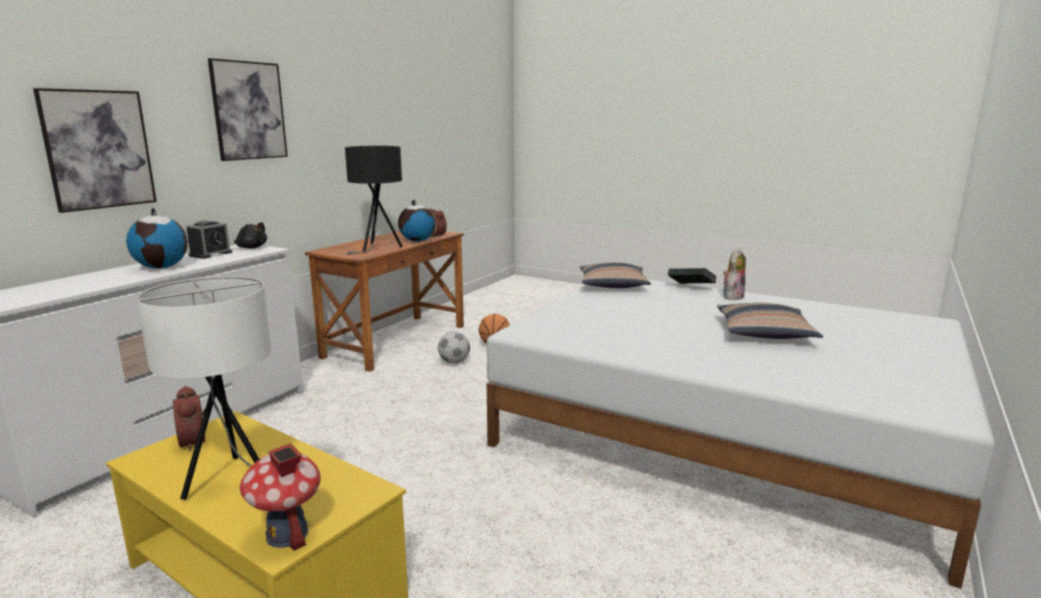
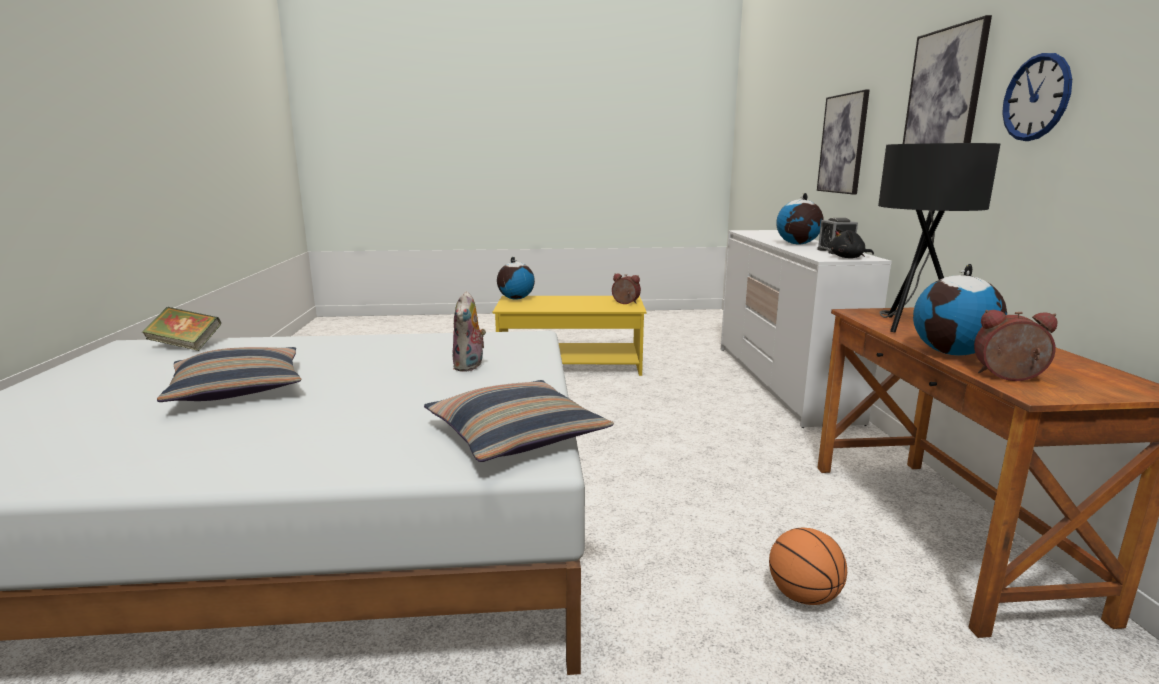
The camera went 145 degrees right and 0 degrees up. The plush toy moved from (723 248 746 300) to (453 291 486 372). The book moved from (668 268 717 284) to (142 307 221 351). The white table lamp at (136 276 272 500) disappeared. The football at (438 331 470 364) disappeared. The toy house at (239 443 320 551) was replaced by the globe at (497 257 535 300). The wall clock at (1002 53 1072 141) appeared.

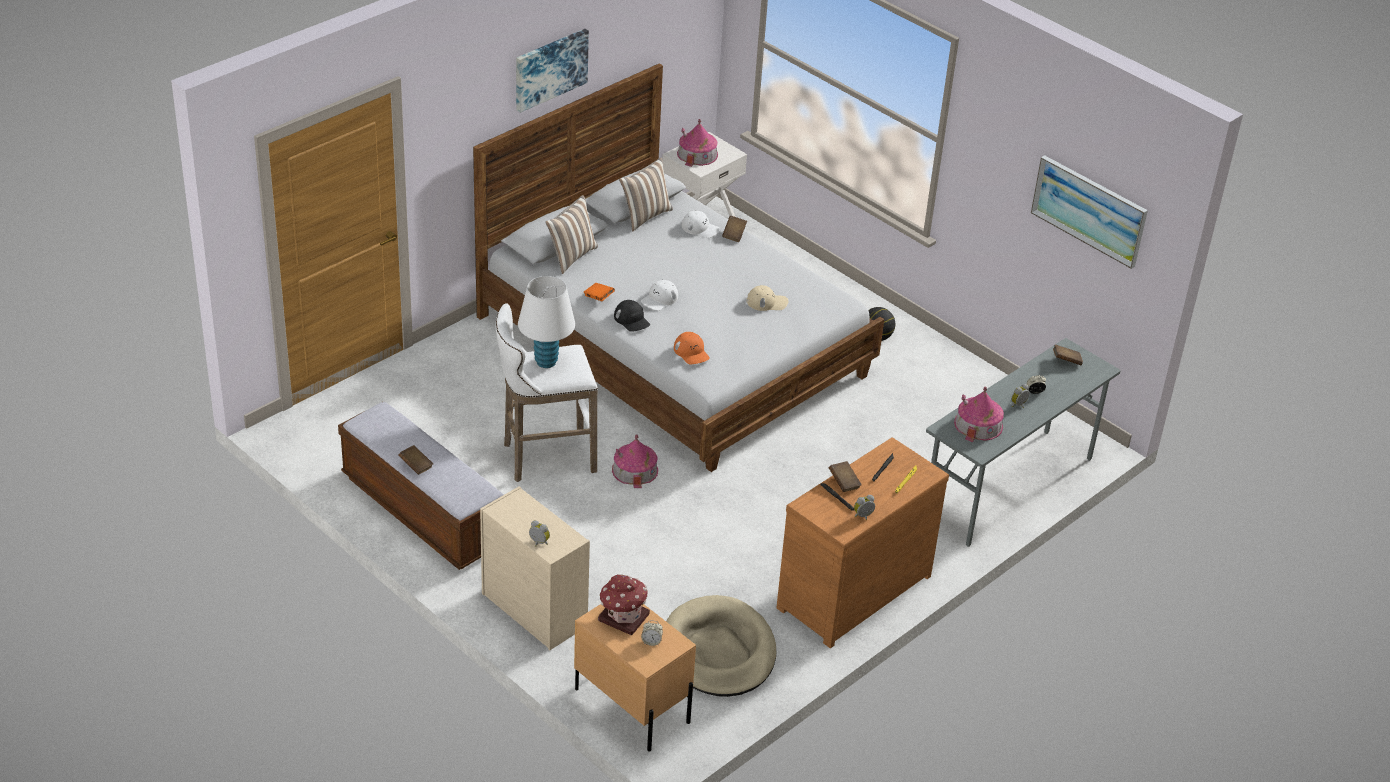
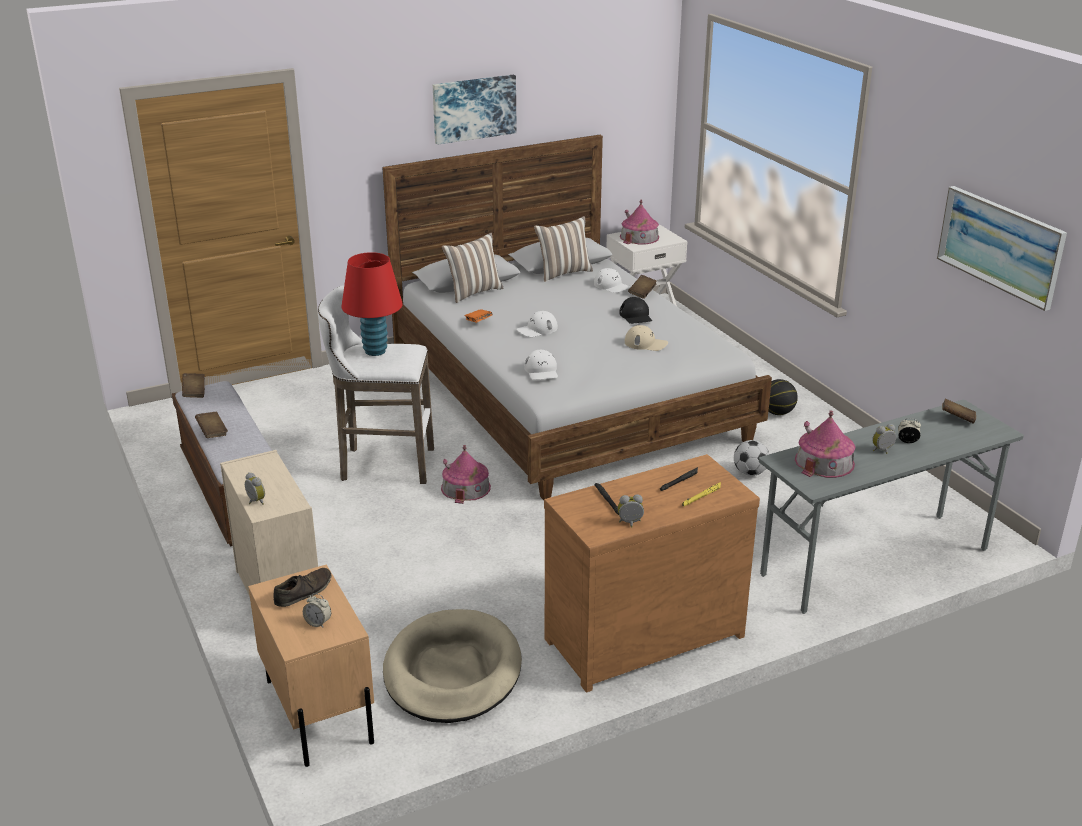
The camera went 20 degrees right and 10 degrees down. The white table lamp at (518 276 575 368) became the red table lamp at (341 252 403 356). The black cap moved from (614 300 650 332) to (619 297 652 324). The orange cap at (674 332 710 364) became the white cap at (524 350 558 380). The brown book moved from (829 461 862 492) to (182 373 205 398). The toy house at (598 574 650 635) was replaced by the brown shoe at (273 568 331 607). The football at (734 440 769 476) appeared.

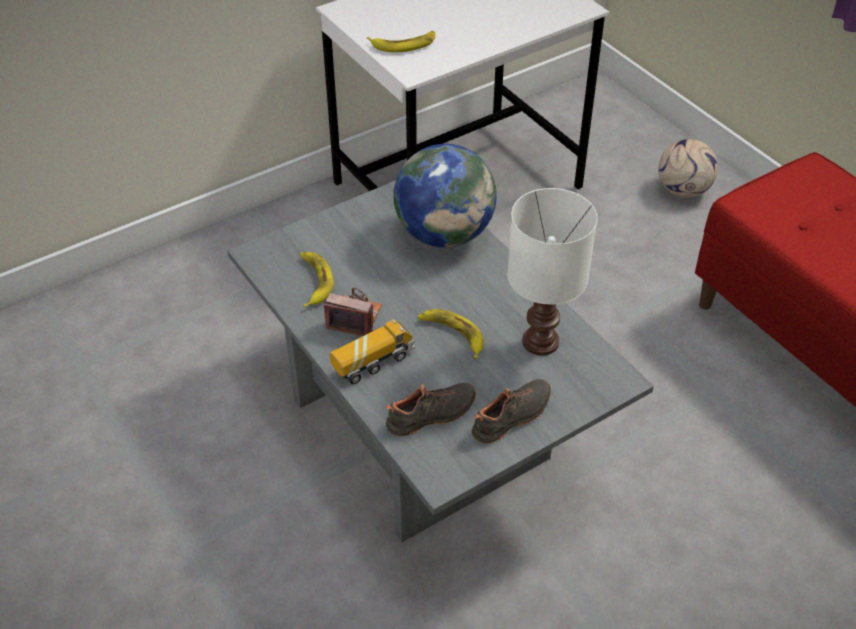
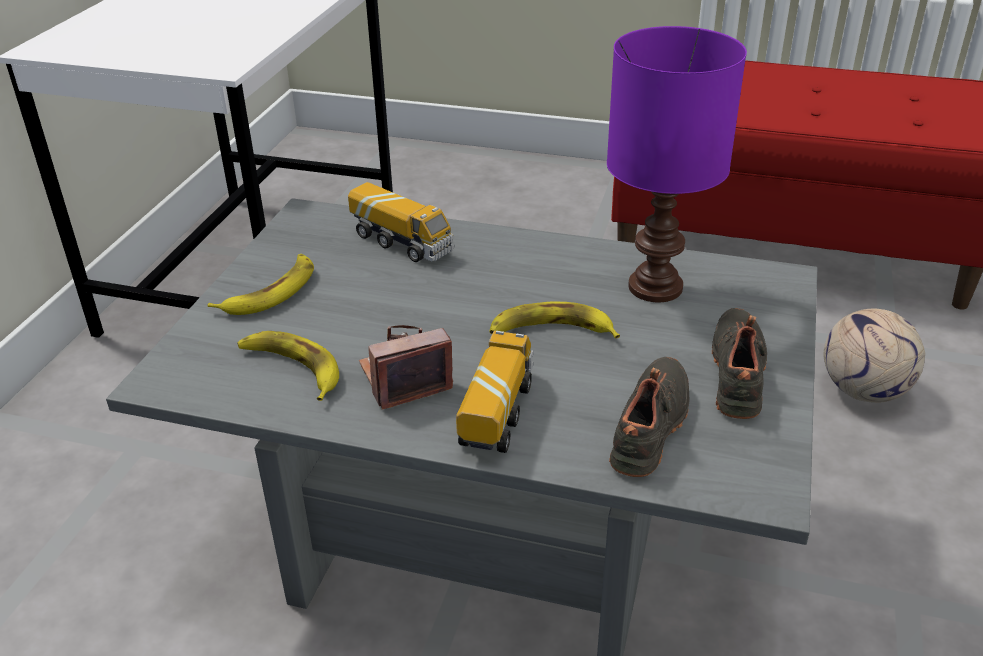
The camera went 40 degrees left and 10 degrees down. The banana moved from (367 31 435 52) to (208 254 314 315). The football moved from (658 139 718 198) to (823 309 925 403). The globe at (393 144 497 248) was replaced by the toy truck at (348 182 455 262). The white table lamp at (507 188 597 356) became the purple table lamp at (607 26 747 302).

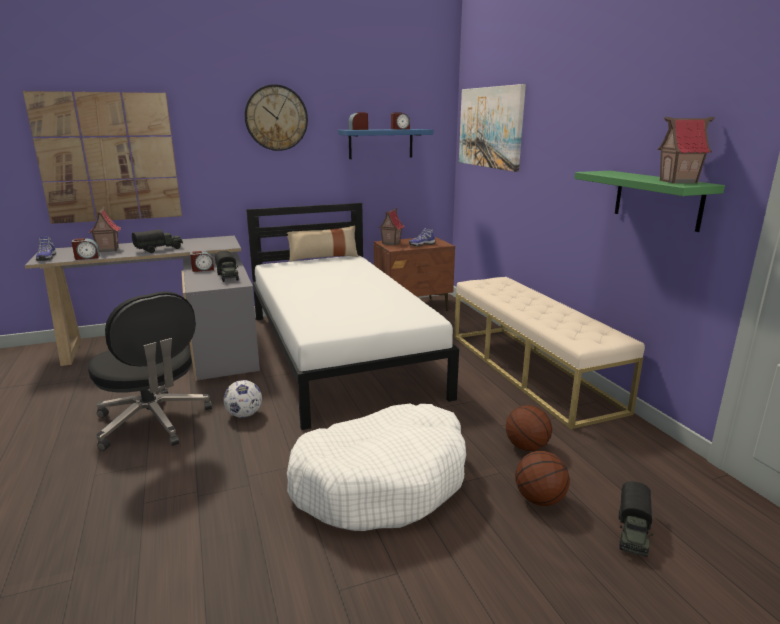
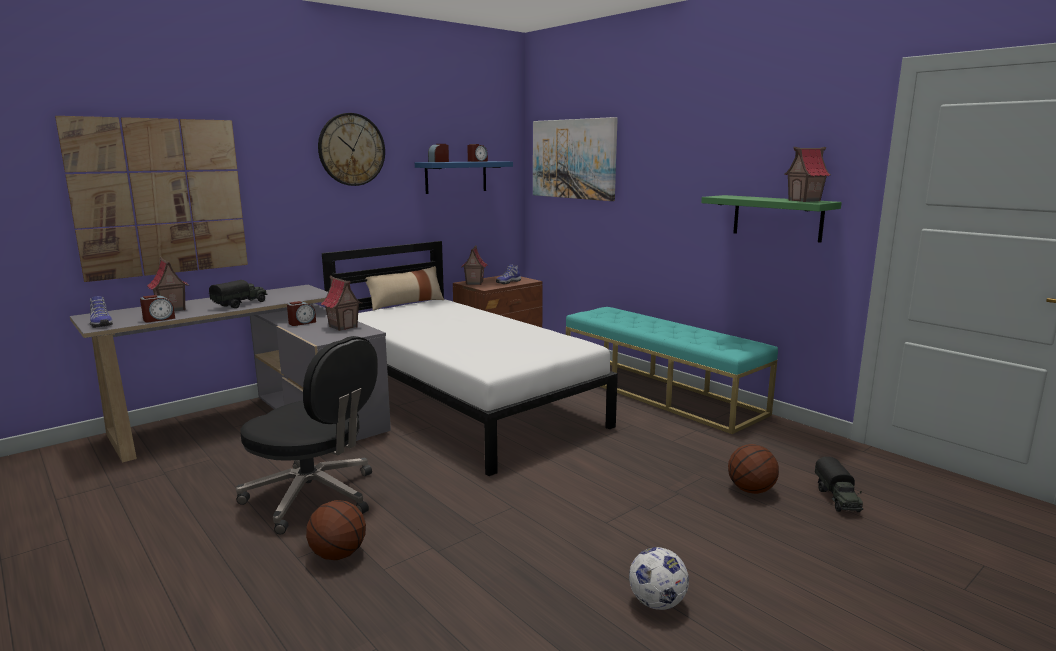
The camera went 20 degrees left and 5 degrees down. The toy truck at (215 251 239 282) was replaced by the toy house at (321 276 362 331). The beige bench at (454 277 645 429) became the turquoise bench at (566 307 778 434). The football moved from (224 380 262 418) to (629 547 689 610). The white dog bed at (287 404 466 531) disappeared. The basketball moved from (506 405 553 451) to (306 500 366 560).

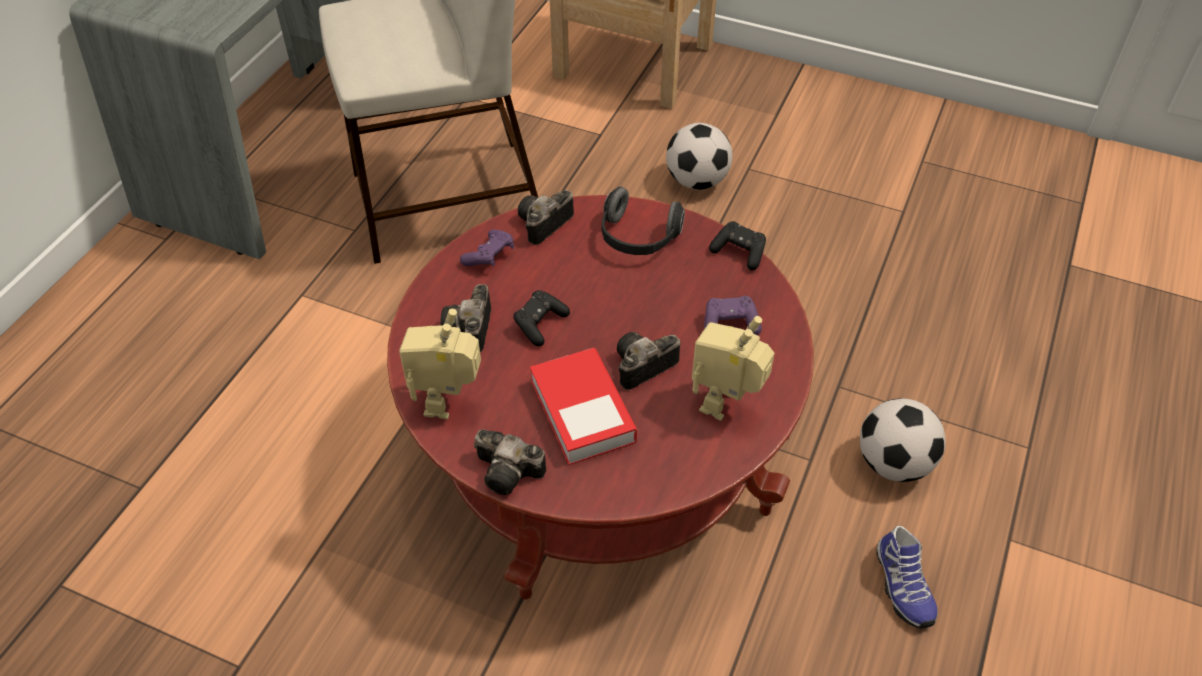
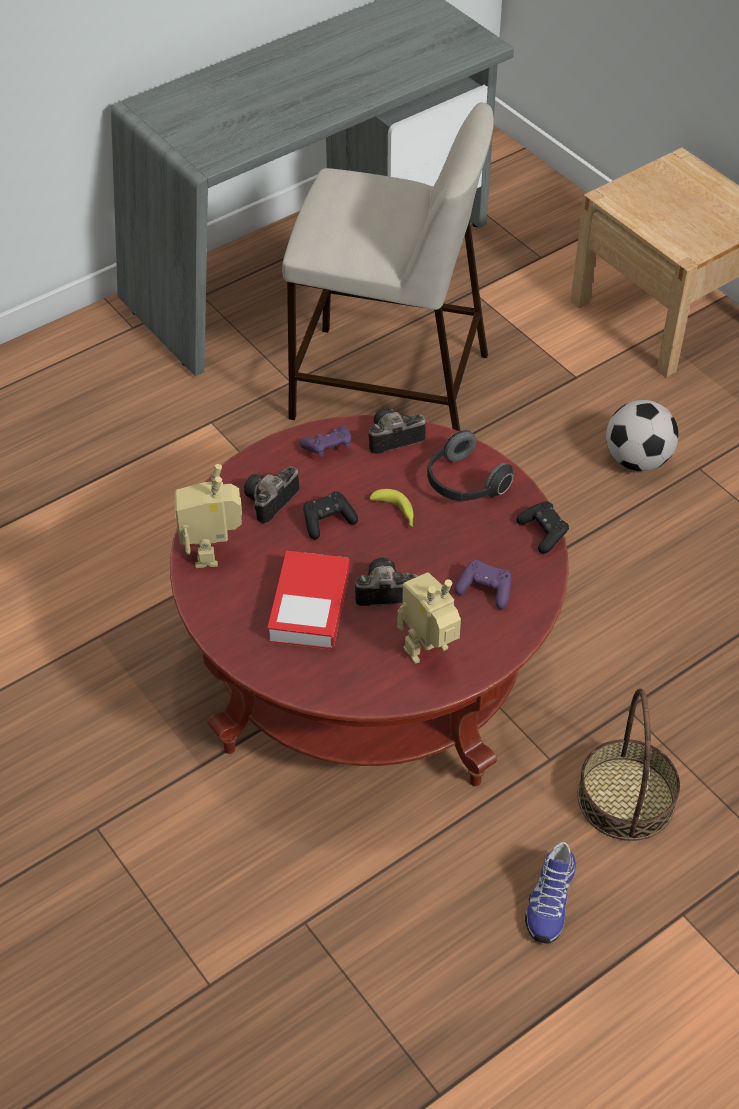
The camera went 30 degrees right and 0 degrees up. The toy robot at (399 309 481 419) turned 45 degrees counterclockwise. The football at (860 398 945 482) was replaced by the basket at (578 689 680 841). The photo camera at (474 429 546 495) disappeared. The banana at (370 489 413 527) appeared.

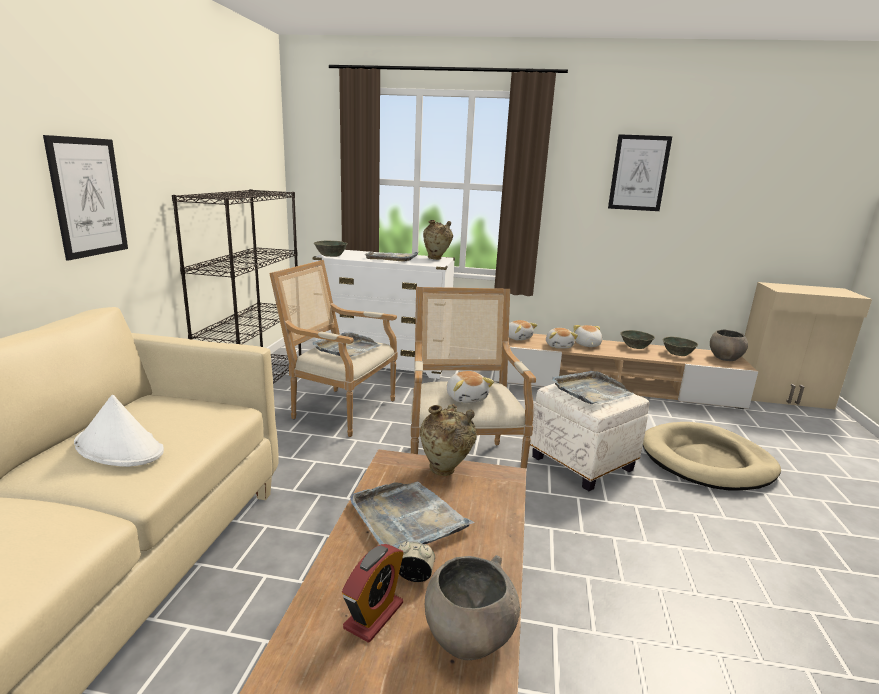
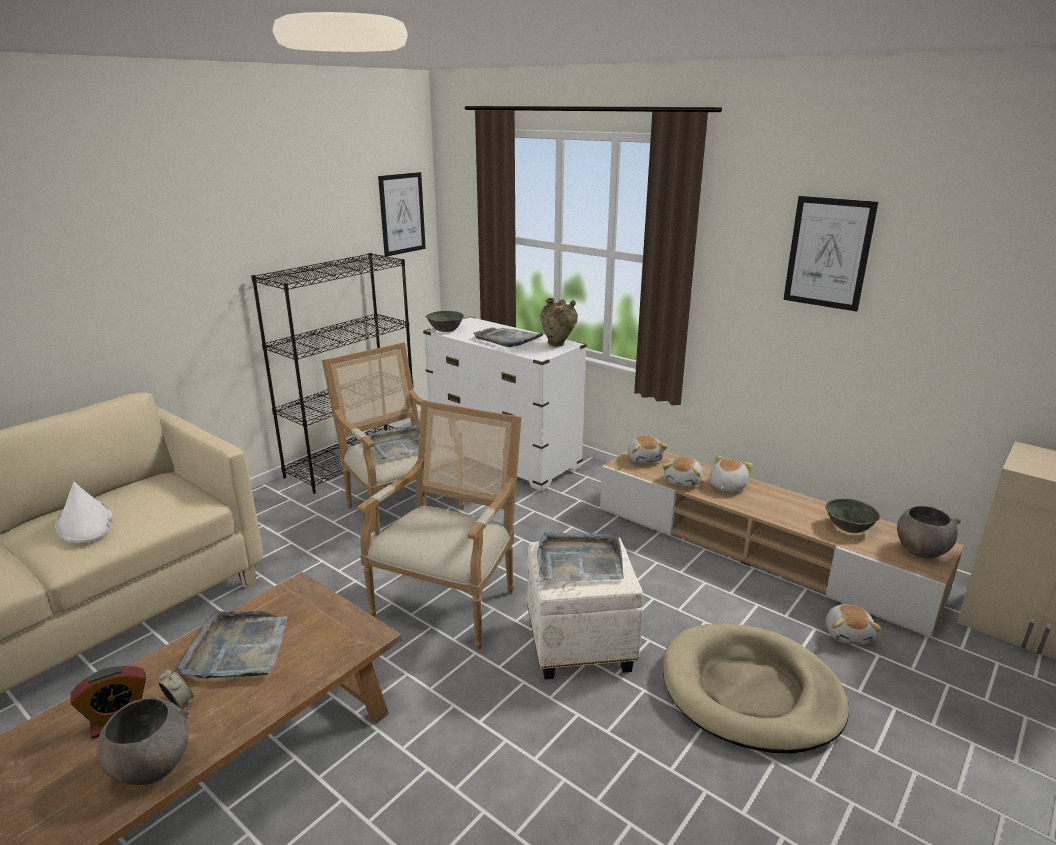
The camera went 30 degrees right and 5 degrees up. The picture moved from (43 135 128 260) to (378 172 426 256). The grey bowl at (620 330 655 349) disappeared. The plush toy moved from (447 371 494 403) to (826 604 882 645). The beige vase at (420 404 477 476) disappeared.

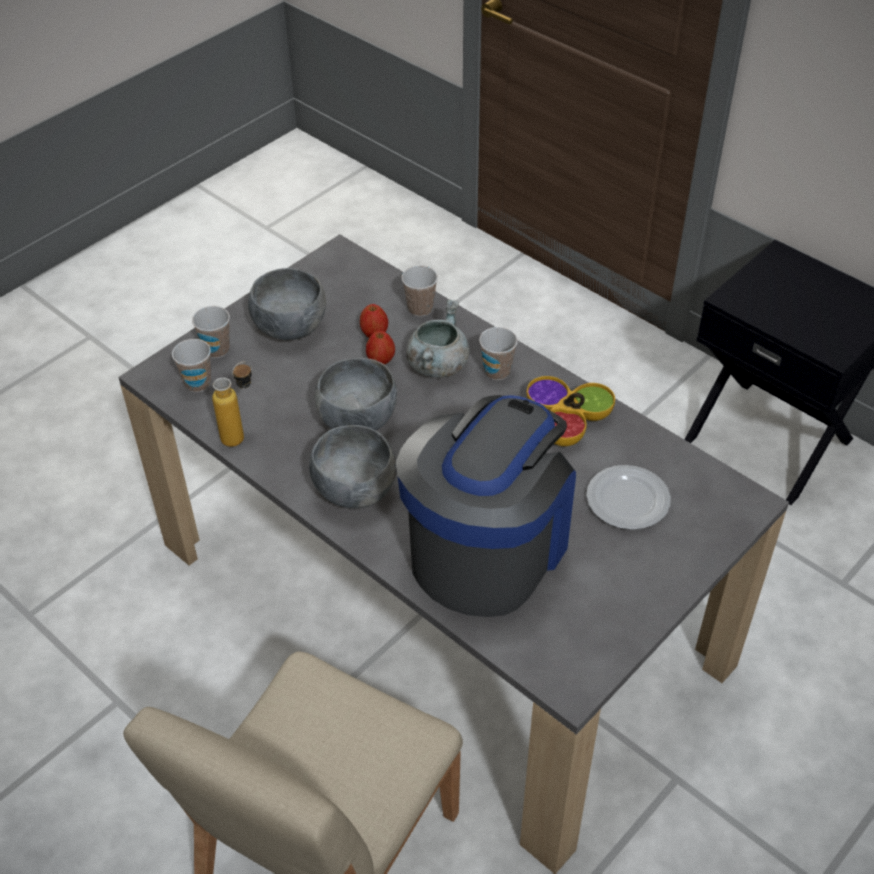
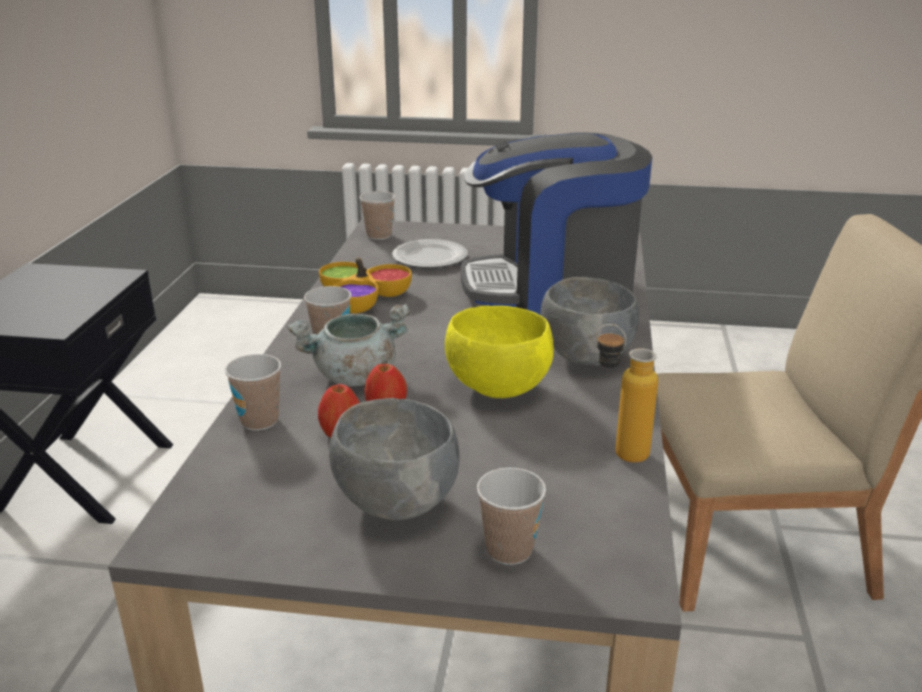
The camera went 125 degrees left and 20 degrees down. The cup moved from (172 339 211 392) to (359 191 395 240). The grey bowl at (315 358 397 430) became the yellow bowl at (445 306 554 398).

